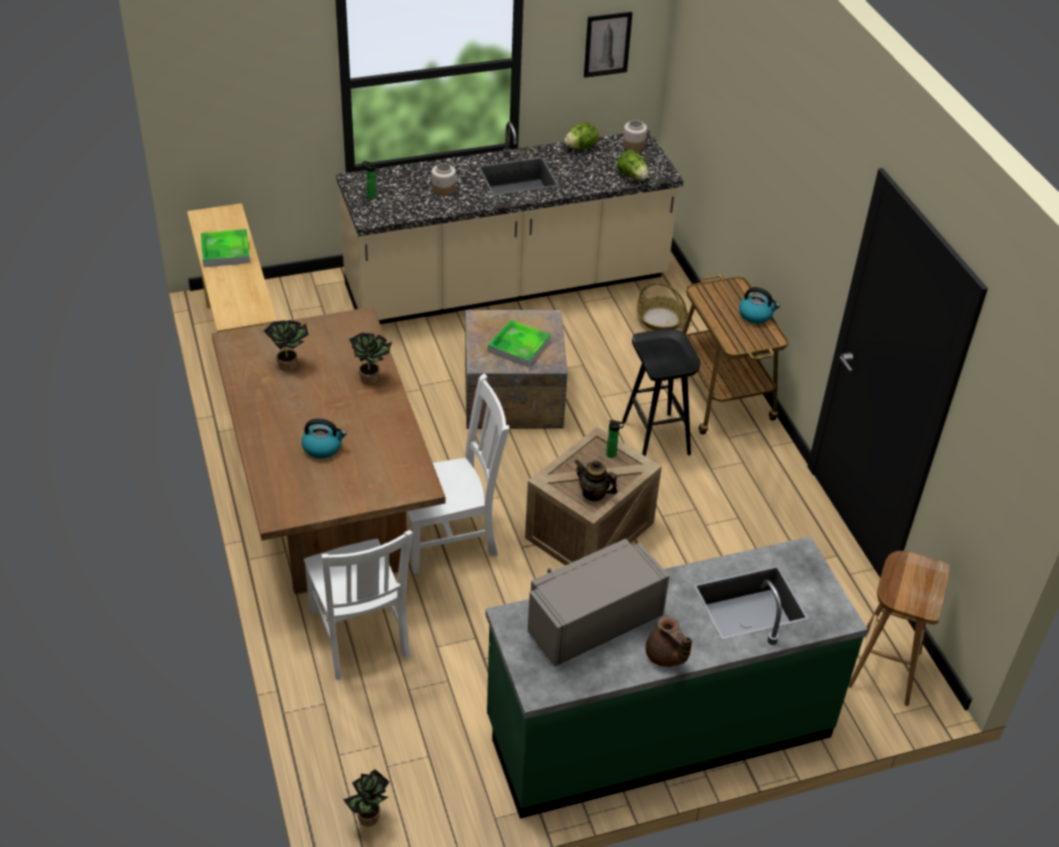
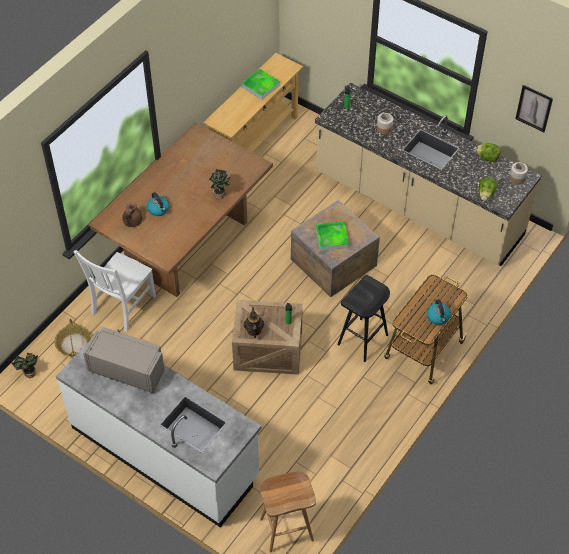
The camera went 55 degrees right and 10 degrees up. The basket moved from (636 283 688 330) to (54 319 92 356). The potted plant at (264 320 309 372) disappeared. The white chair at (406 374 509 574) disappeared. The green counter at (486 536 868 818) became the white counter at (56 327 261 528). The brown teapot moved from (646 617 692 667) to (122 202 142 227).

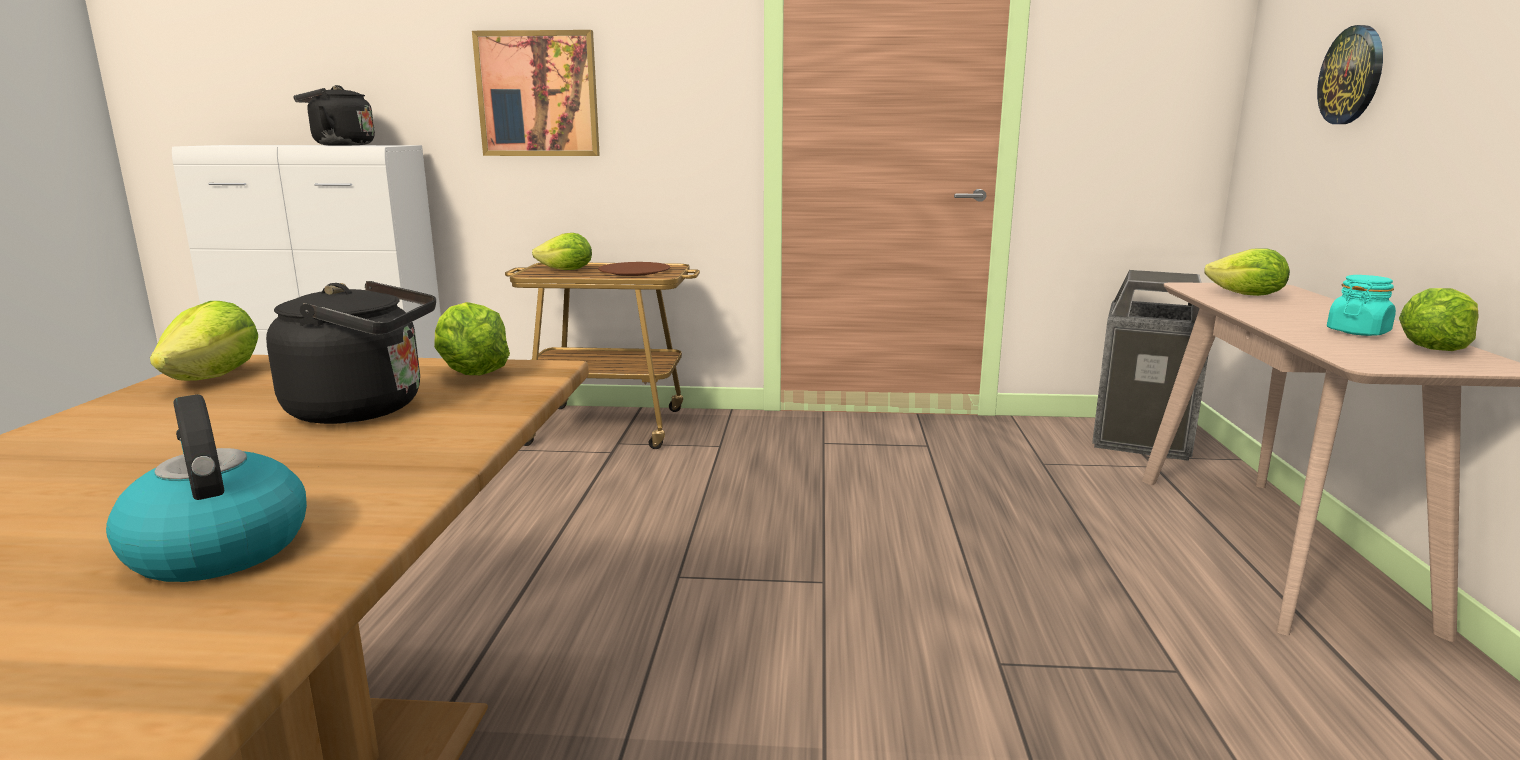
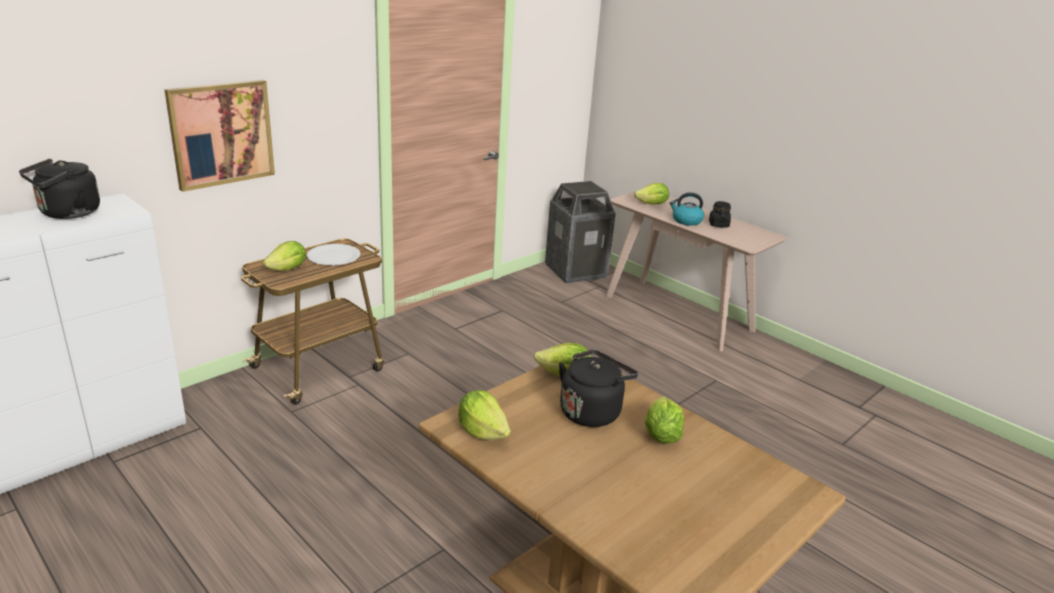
The camera went 50 degrees left and 10 degrees up. The wall clock at (1317 25 1383 124) disappeared. The brown plate at (598 262 670 276) became the white plate at (307 244 360 265). The turquoise jar at (1327 275 1396 336) became the black jar at (709 201 731 227). The lettuce moved from (1399 288 1479 351) to (645 396 684 444). The kettle moved from (106 394 307 582) to (670 192 704 226).

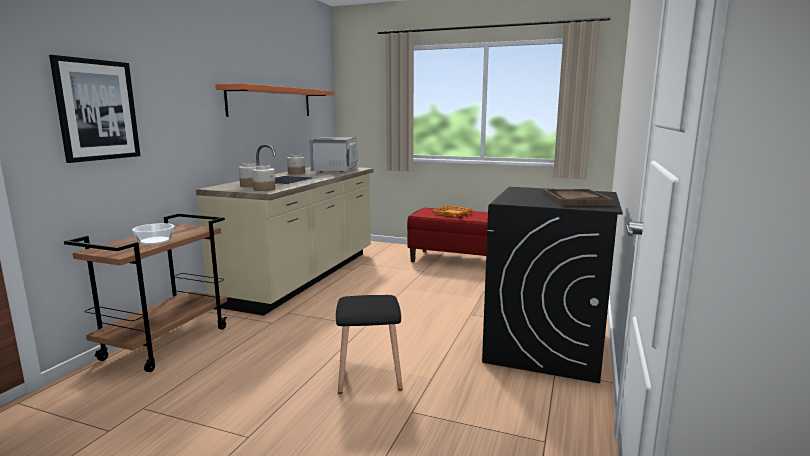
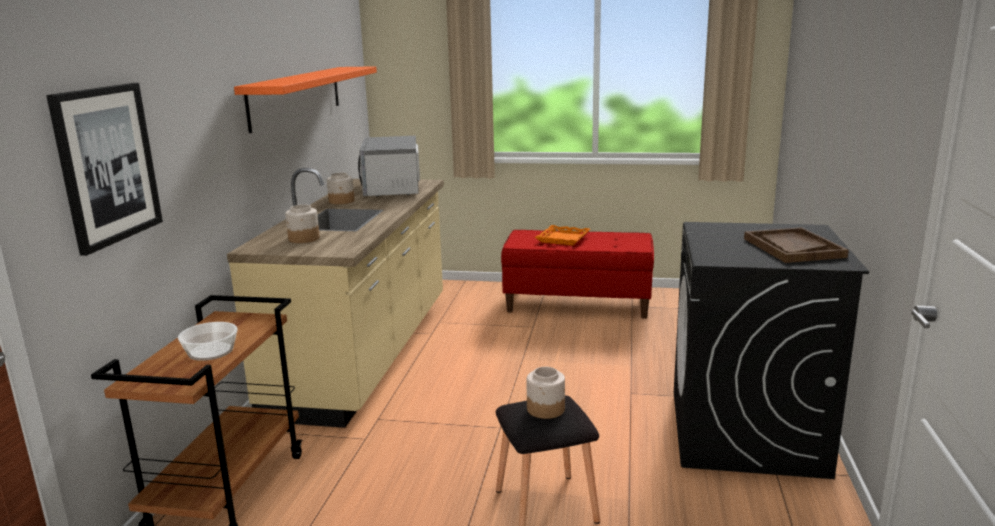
The camera went 10 degrees left and 5 degrees up. The jar moved from (252 165 276 191) to (527 367 565 419).

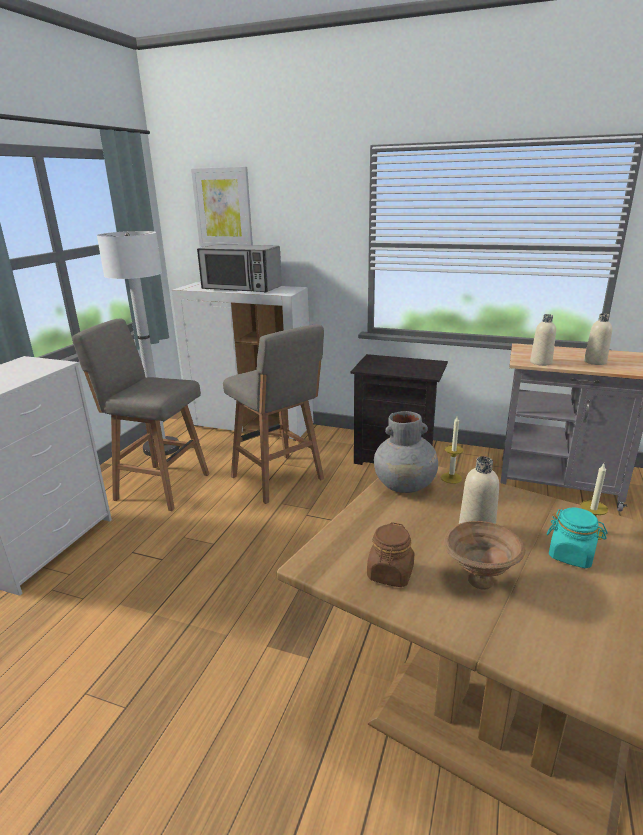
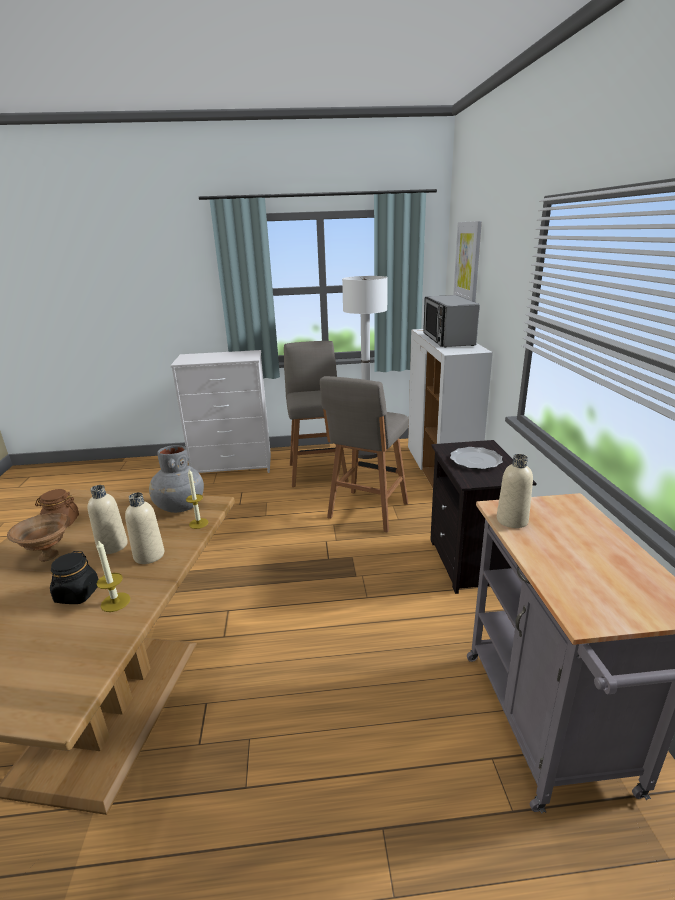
The camera went 65 degrees right and 0 degrees up. The beige bottle moved from (584 313 612 365) to (125 492 164 564). The turquoise jar at (547 507 608 568) became the black jar at (50 551 99 604). The plate at (450 447 503 470) appeared.

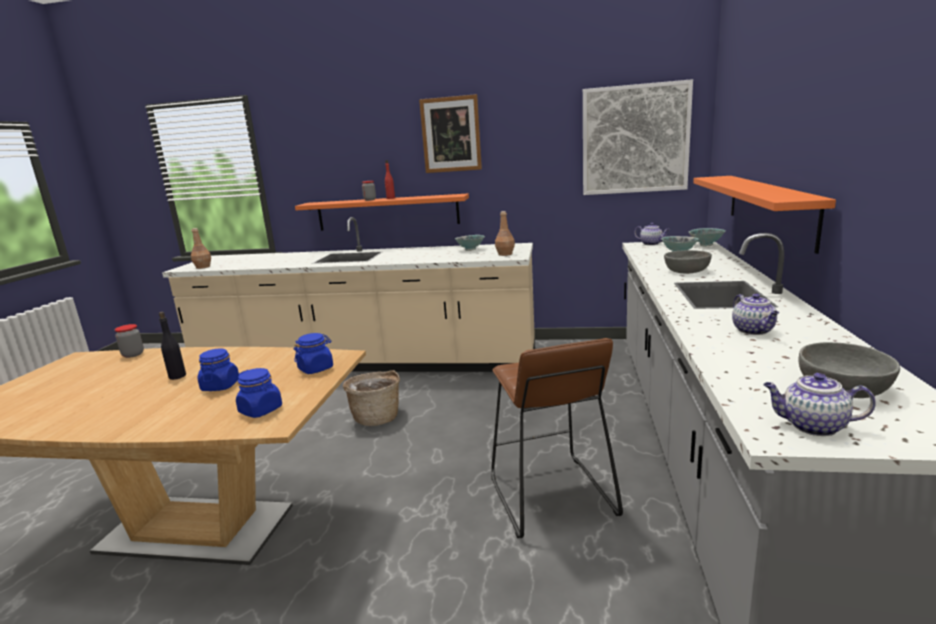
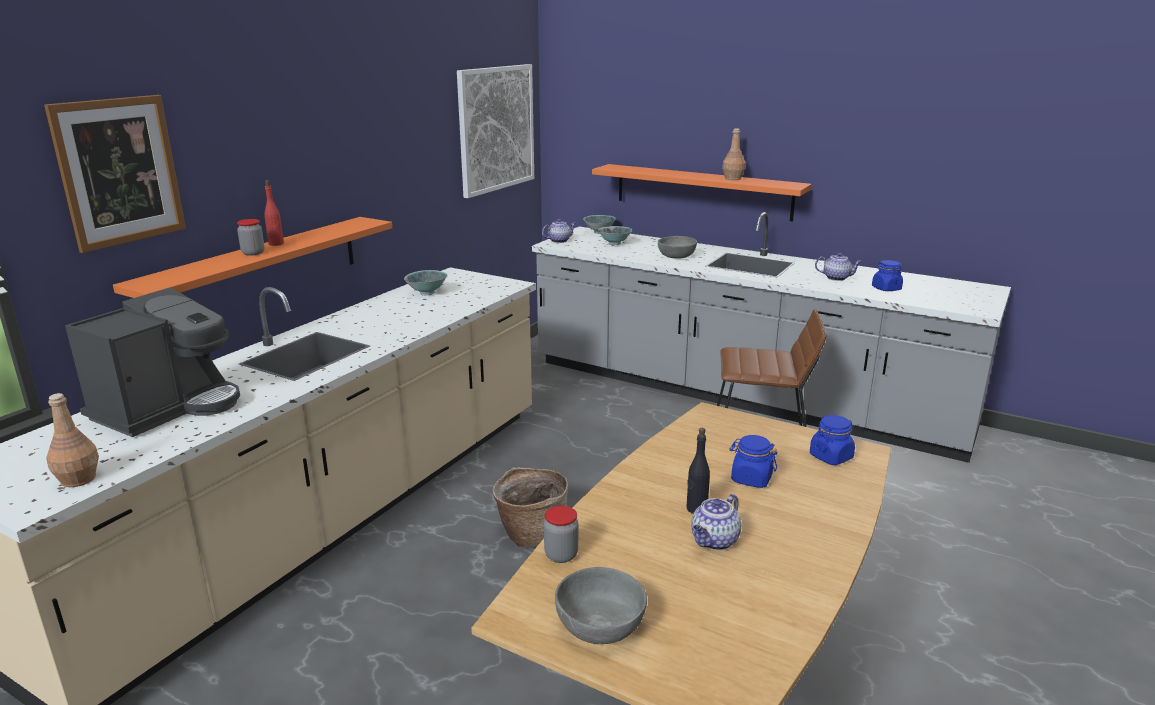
The camera went 70 degrees left and 5 degrees up. The picture moved from (419 94 482 173) to (44 95 186 253). The brown bottle moved from (495 211 515 256) to (722 128 746 180). The blue jar moved from (294 333 333 374) to (872 260 903 291). The grey bowl moved from (798 342 900 398) to (555 567 647 644). The teapot moved from (763 373 876 436) to (691 494 741 550). The coffee machine at (65 287 240 437) appeared.

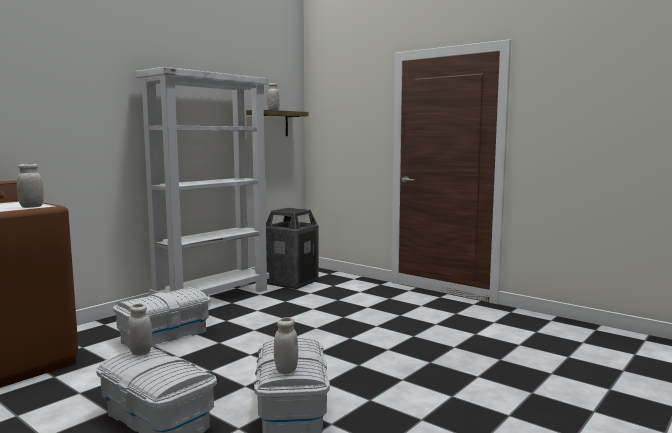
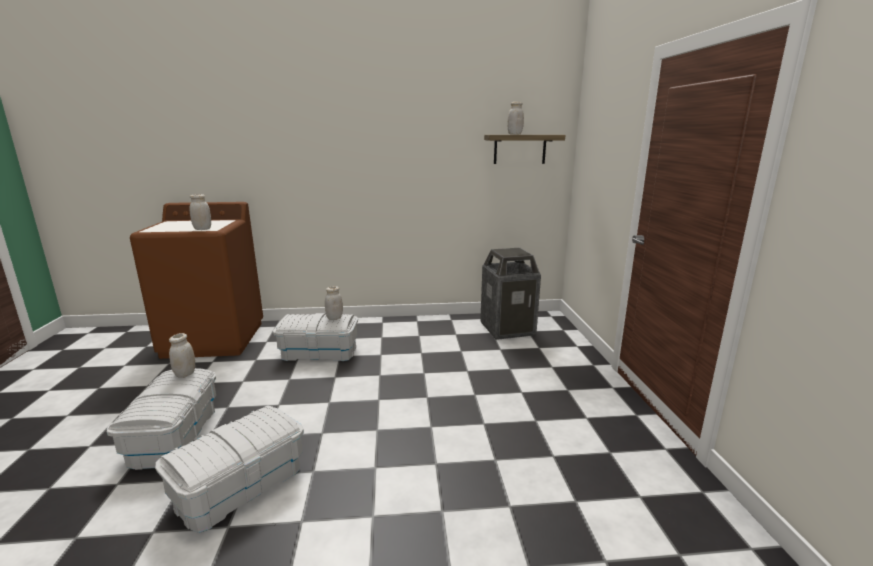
The camera went 45 degrees right and 10 degrees up. The white bookcase at (135 67 269 295) disappeared. The white jar moved from (274 317 298 374) to (325 286 343 320).

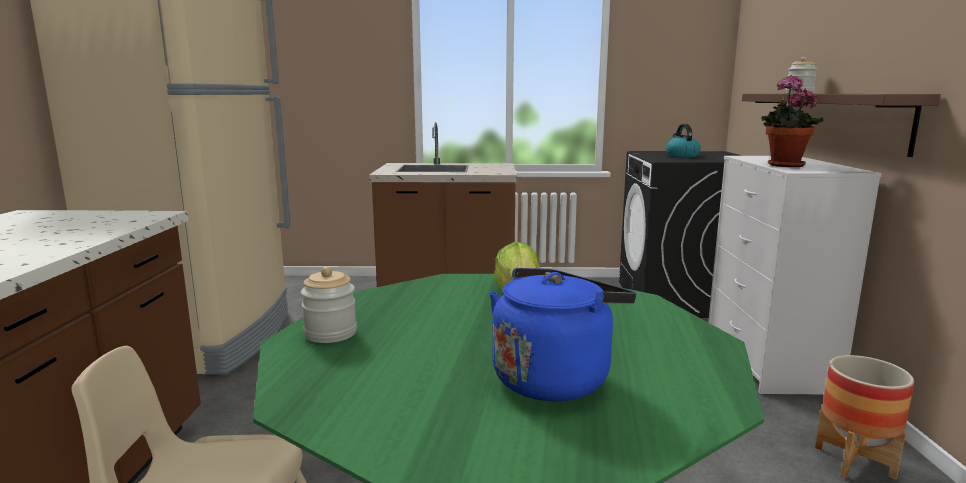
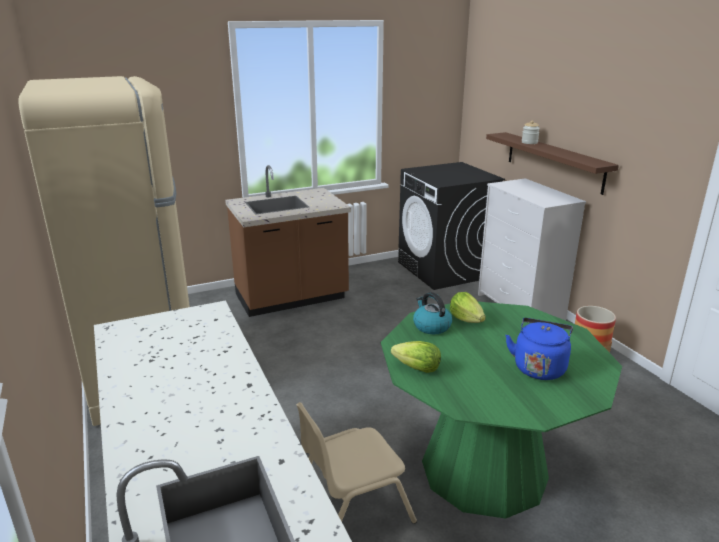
The camera went 25 degrees left and 10 degrees up. The potted plant at (761 75 824 167) disappeared. The kettle moved from (666 124 701 157) to (413 292 452 334). The jar at (301 267 357 343) was replaced by the lettuce at (391 341 441 373).

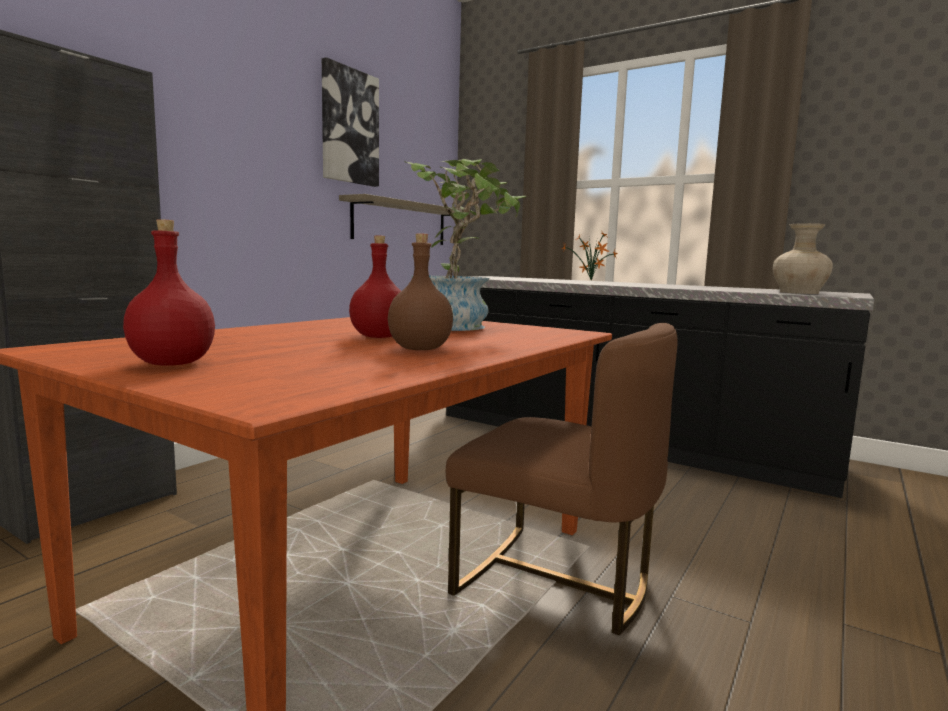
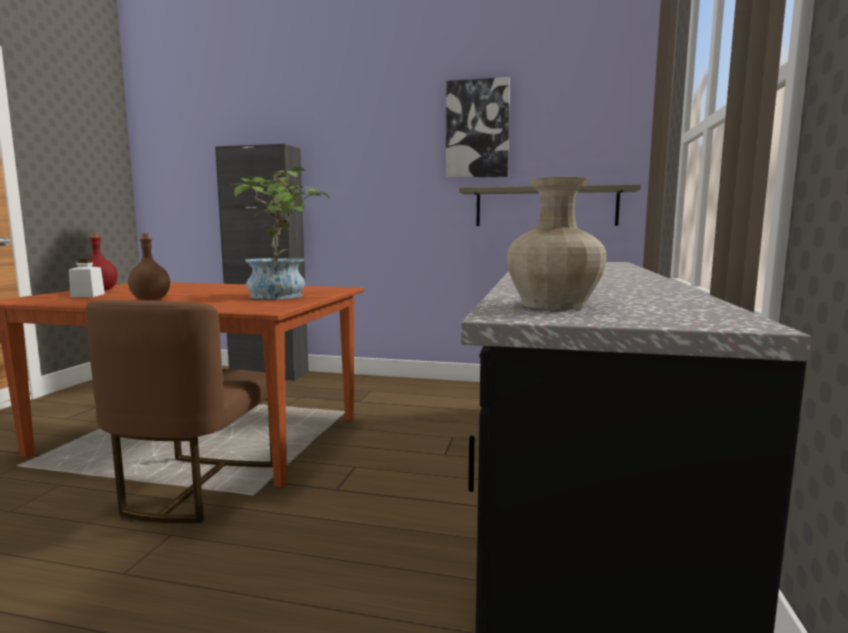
The camera went 70 degrees right and 0 degrees up. The potted plant at (562 230 617 280) disappeared. The red bottle at (349 235 401 338) disappeared. The white jar at (69 258 105 297) appeared.

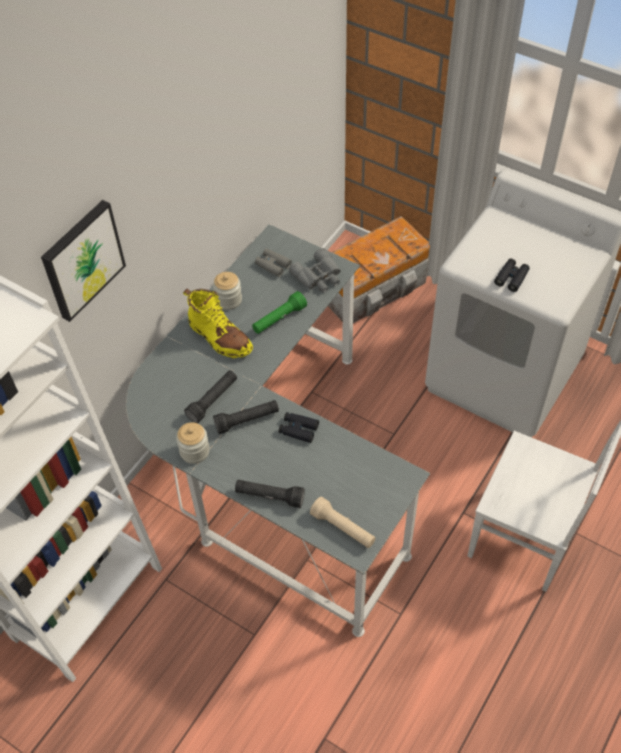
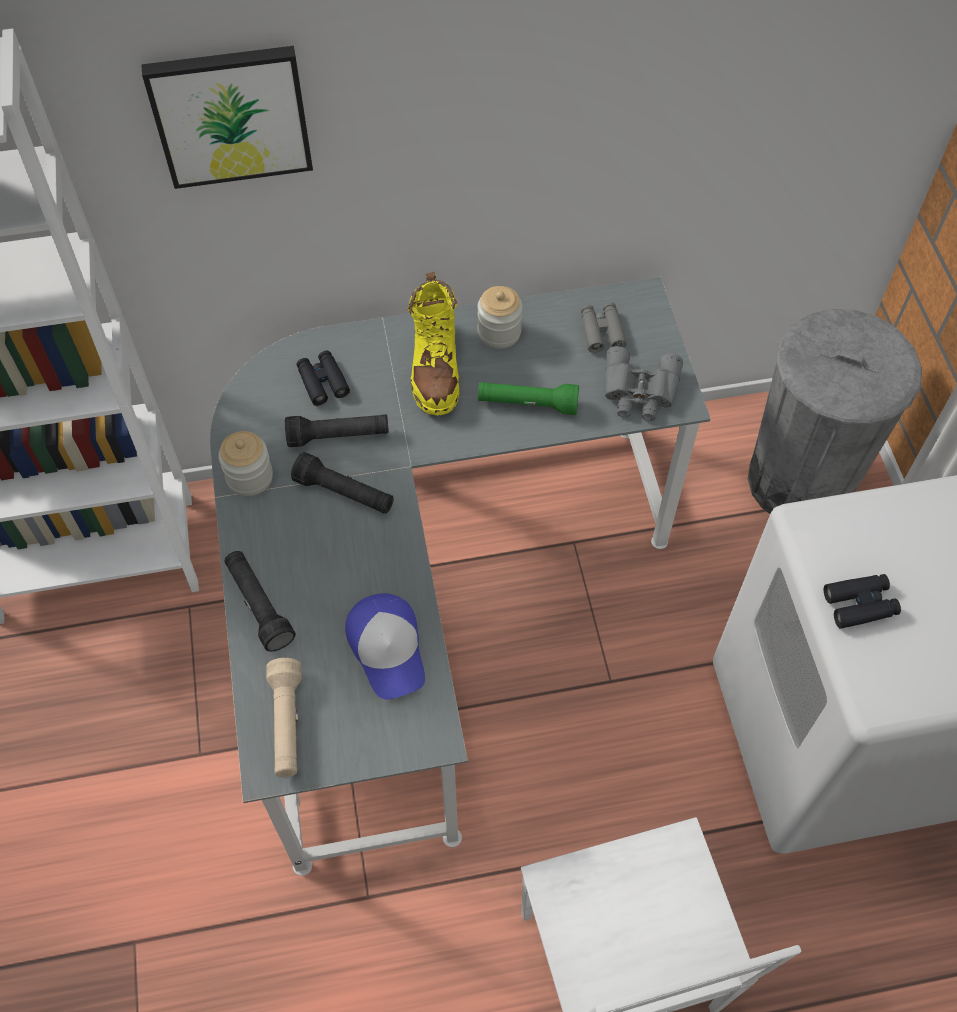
The camera went 45 degrees right and 5 degrees up. The storage box at (328 216 430 323) was replaced by the grey trash can at (748 309 922 514). The black binoculars moved from (279 412 319 443) to (297 351 350 406). The cap at (345 593 425 700) appeared.

